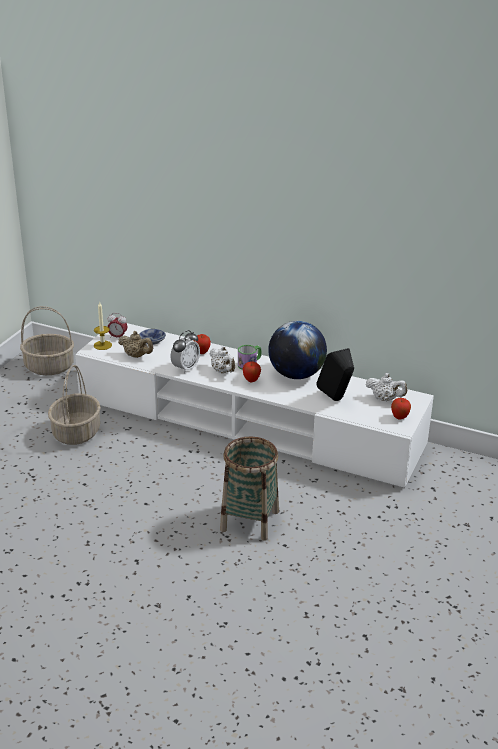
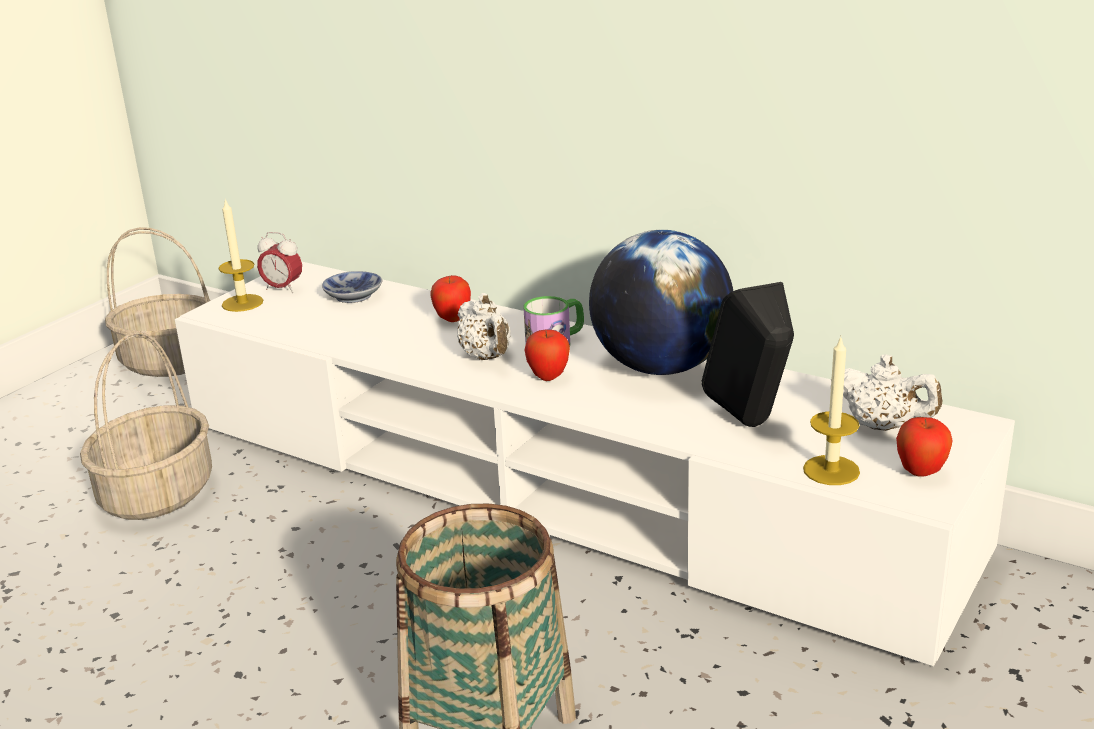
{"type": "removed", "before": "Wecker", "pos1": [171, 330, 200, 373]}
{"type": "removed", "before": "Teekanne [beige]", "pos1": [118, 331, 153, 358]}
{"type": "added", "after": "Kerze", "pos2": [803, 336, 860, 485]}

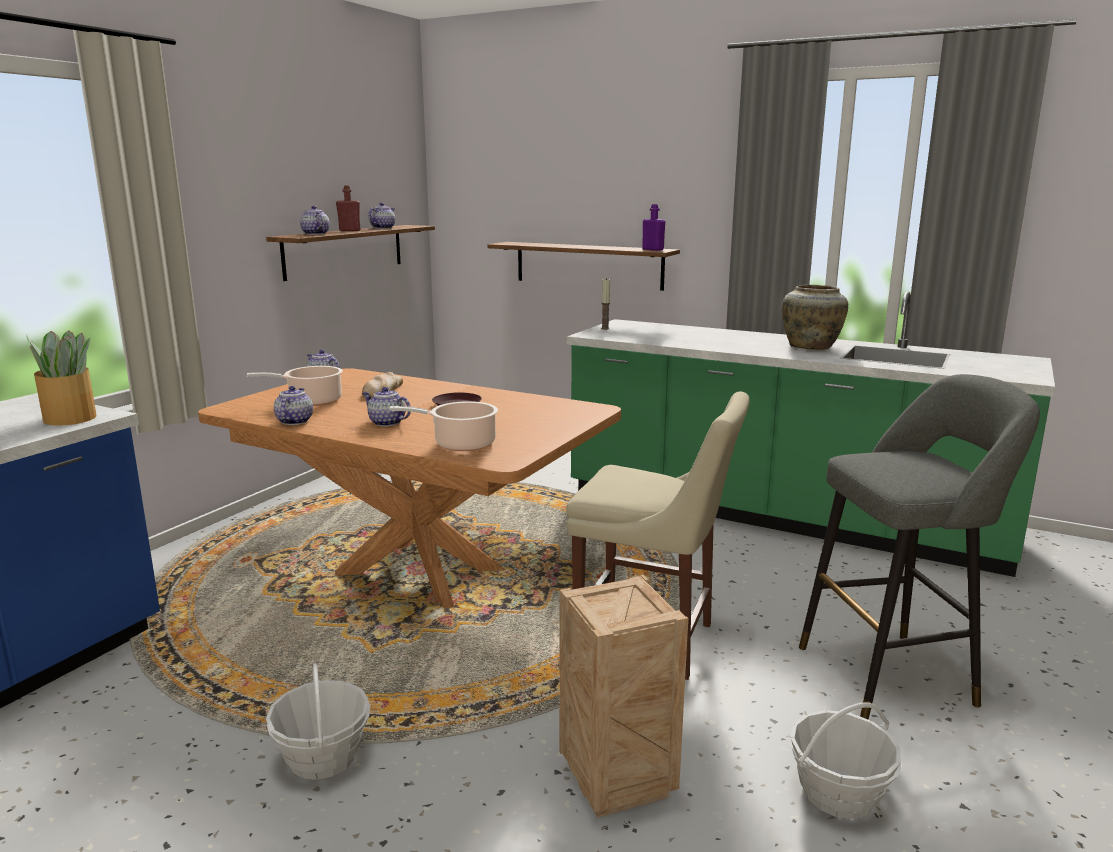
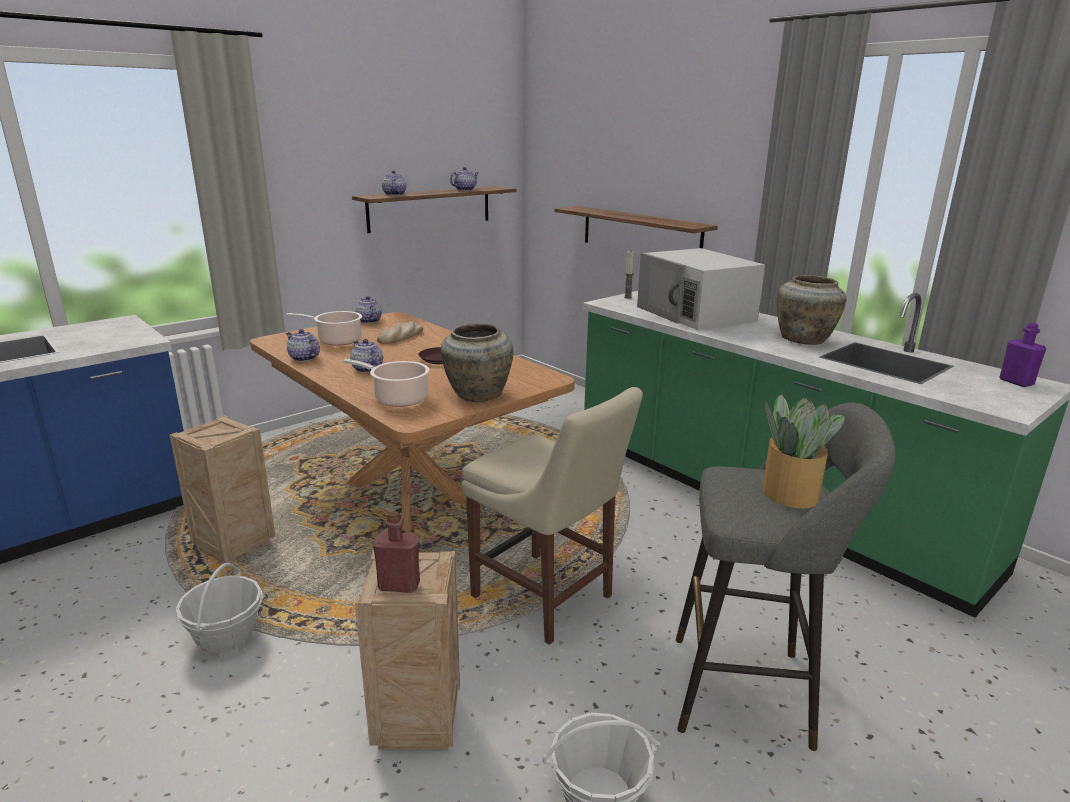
{"type": "moved", "before": "Flasche [rot]", "pos1": [336, 185, 360, 231], "pos2": [373, 511, 420, 593]}
{"type": "moved", "before": "Flasche [lila]", "pos1": [642, 204, 665, 251], "pos2": [999, 322, 1046, 387]}
{"type": "moved", "before": "Topfpflanze", "pos1": [26, 330, 97, 426], "pos2": [762, 394, 845, 509]}
{"type": "turned", "before": "Teekanne", "pos1": [274, 386, 313, 425], "pos2": [286, 329, 320, 362], "turn": -75}
{"type": "added", "after": "Mikrowelle [weiß]", "pos2": [637, 248, 765, 330]}
{"type": "added", "after": "Vase [beige]", "pos2": [441, 323, 513, 402]}
{"type": "added", "after": "Kiste", "pos2": [170, 415, 276, 563]}

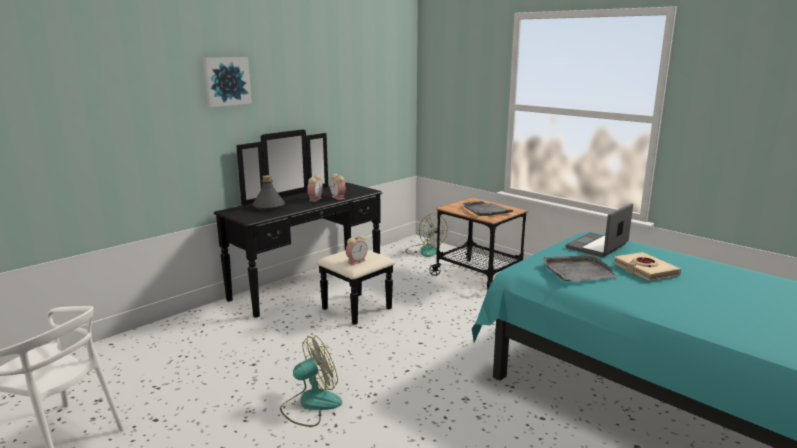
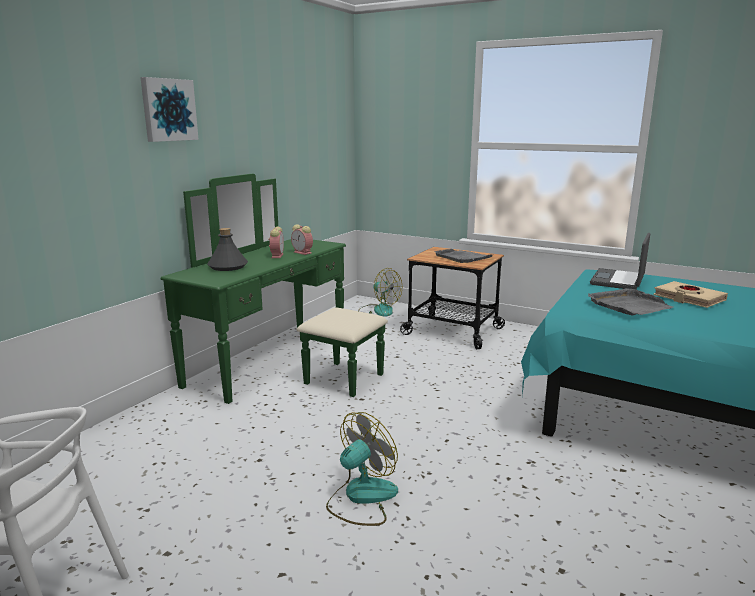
{"type": "recoloured", "before": "Kommode [schwarz]", "after": "Kommode [grün]", "pos1": [214, 129, 395, 325], "pos2": [161, 174, 388, 404]}
{"type": "removed", "before": "Wecker", "pos1": [346, 235, 368, 265]}

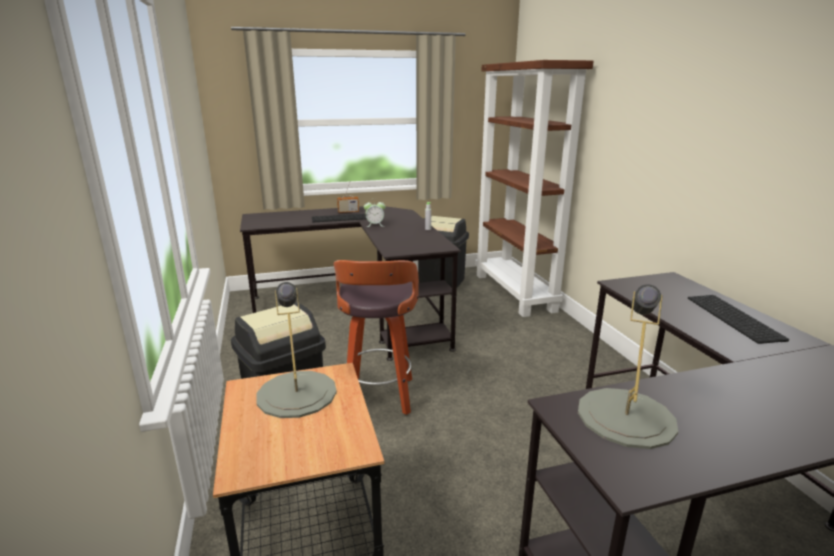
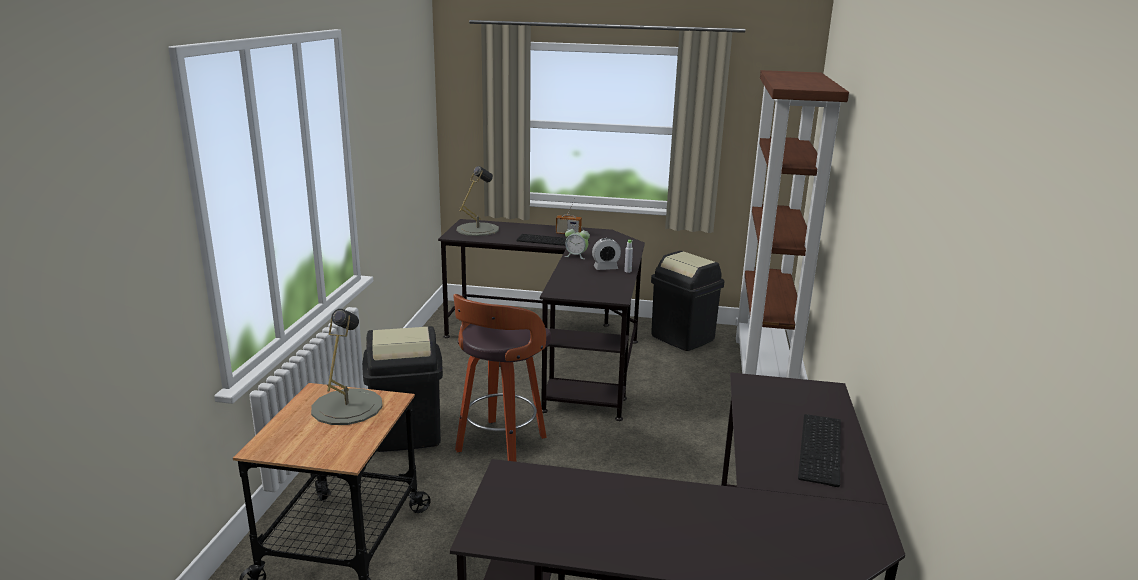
{"type": "moved", "before": "Tischlampe [grau]", "pos1": [578, 285, 678, 449], "pos2": [457, 166, 499, 236]}
{"type": "added", "after": "Wecker", "pos2": [592, 238, 621, 270]}

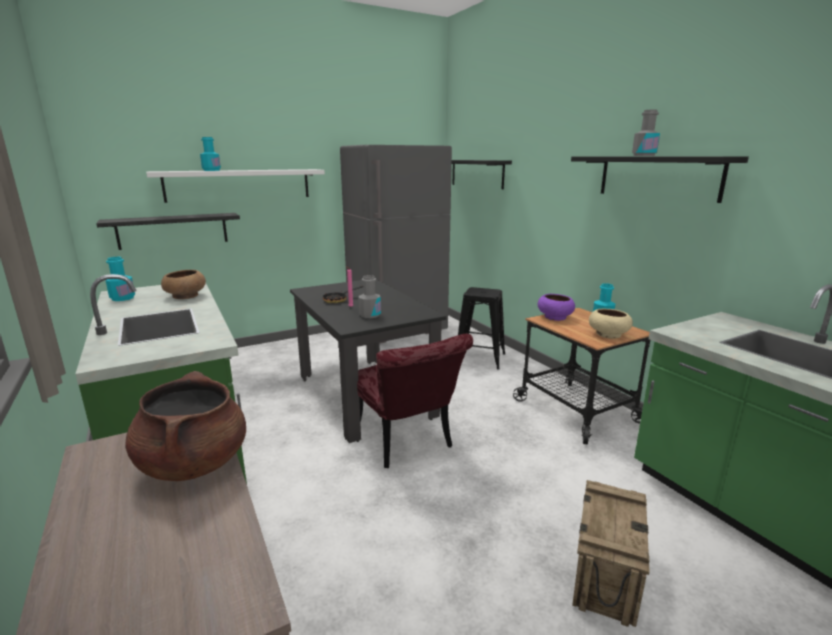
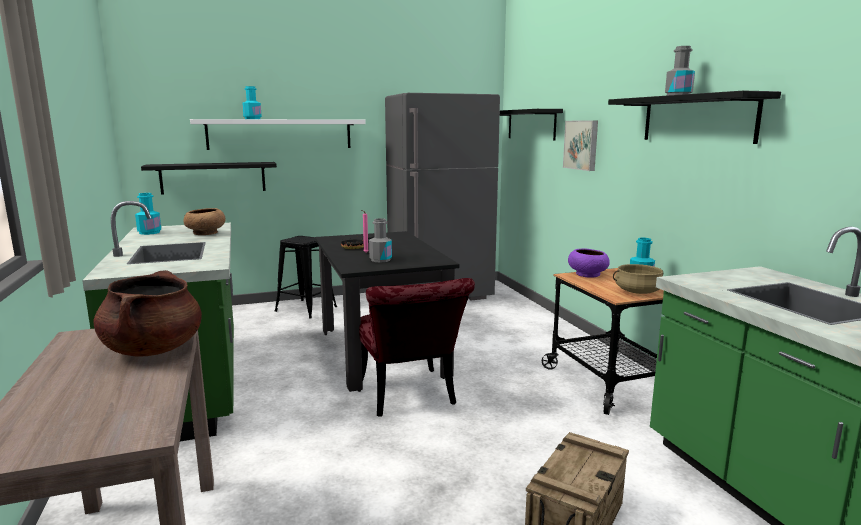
{"type": "moved", "before": "Hocker [schwarz]", "pos1": [458, 287, 505, 369], "pos2": [275, 236, 337, 319]}
{"type": "replaced", "before": "Schüssel [beige]", "after": "Kochtopf [beige]", "pos1": [589, 309, 633, 339], "pos2": [613, 264, 663, 294]}
{"type": "added", "after": "Bild", "pos2": [563, 120, 598, 171]}

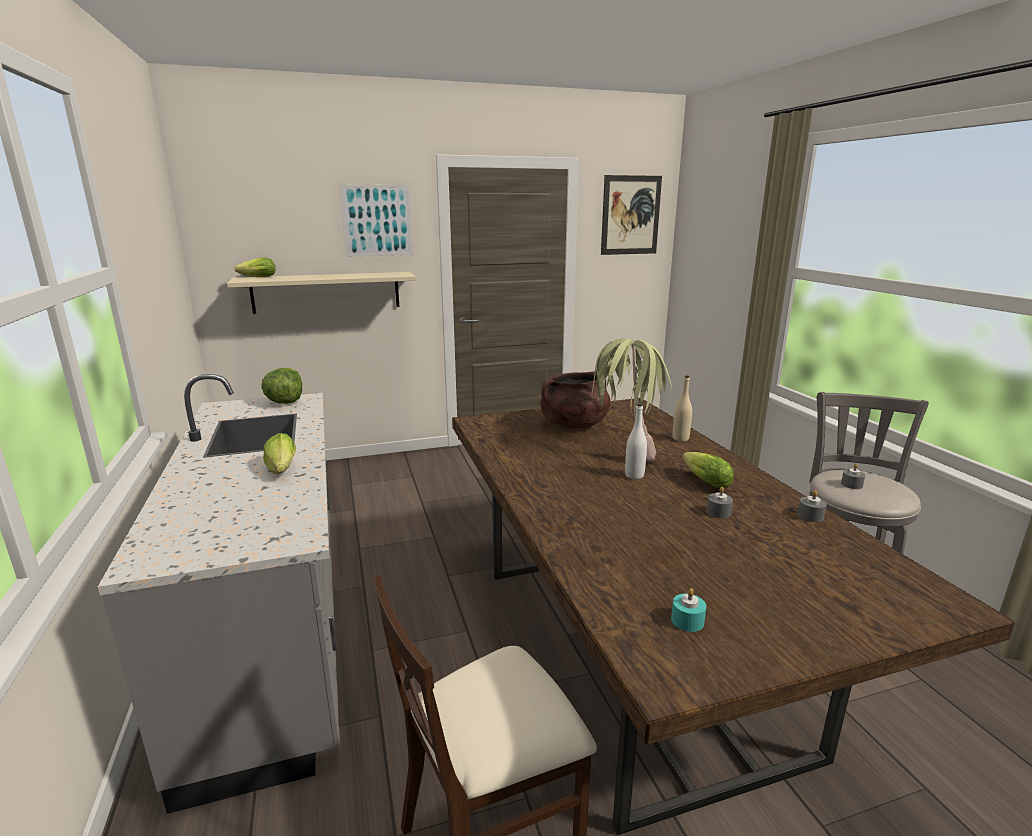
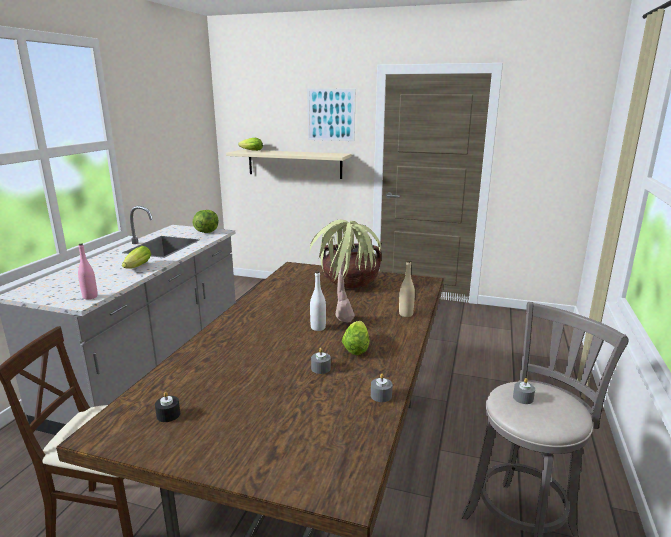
{"type": "removed", "before": "Bild", "pos1": [601, 175, 662, 255]}
{"type": "recoloured", "before": "Kerze [türkis]", "after": "Kerze [schwarz]", "pos1": [671, 588, 706, 632], "pos2": [155, 392, 180, 422]}
{"type": "added", "after": "Flasche [rosa]", "pos2": [78, 244, 98, 299]}

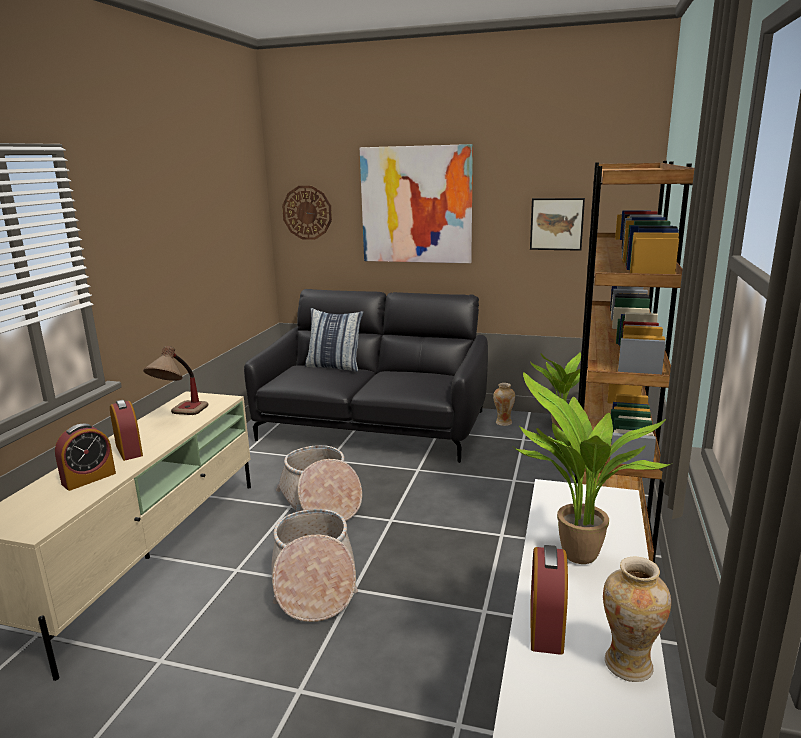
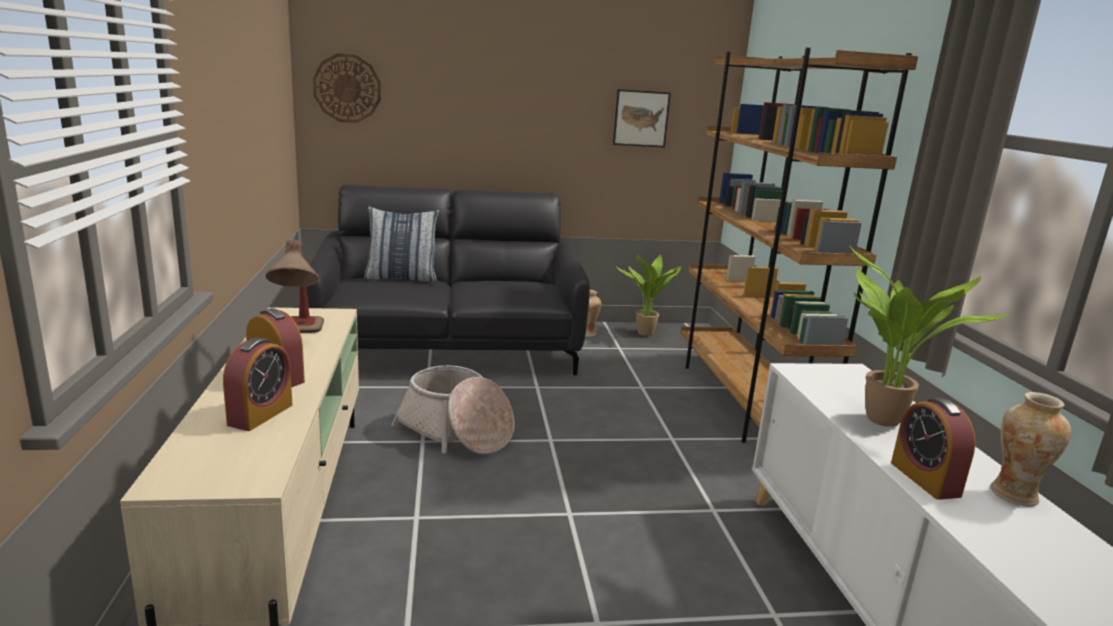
{"type": "removed", "before": "Bild", "pos1": [360, 144, 473, 263]}
{"type": "removed", "before": "Korb", "pos1": [271, 509, 358, 622]}

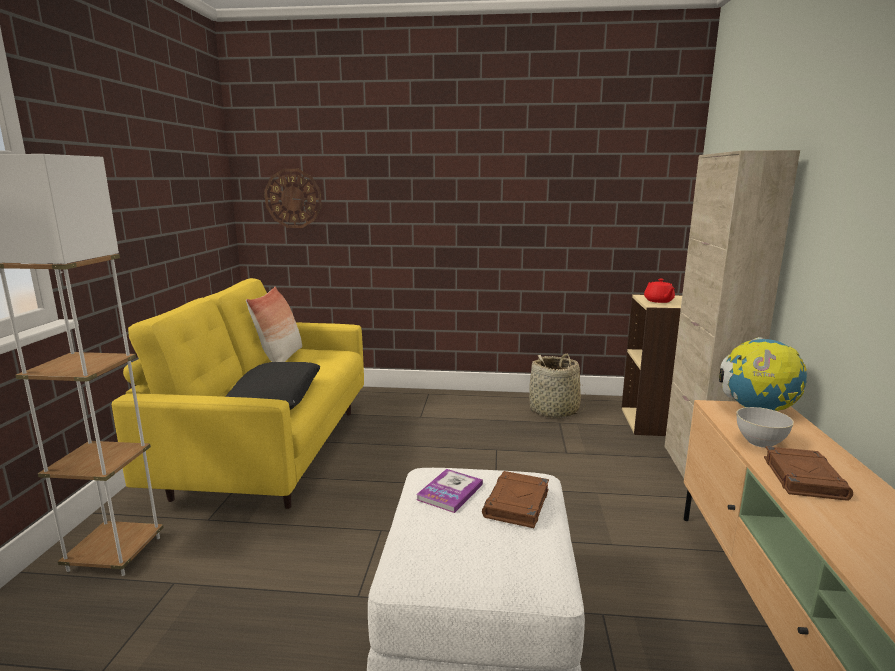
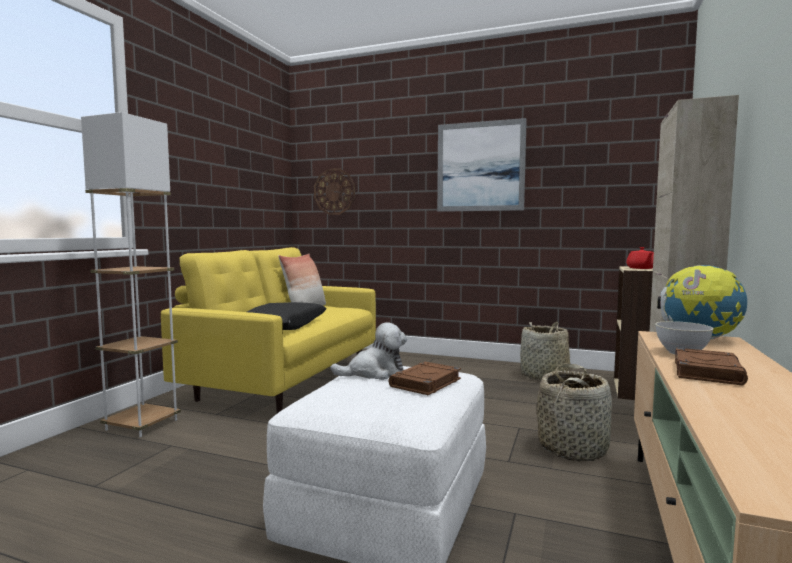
{"type": "replaced", "before": "Buch", "after": "Plüschtier", "pos1": [416, 469, 483, 513], "pos2": [330, 322, 407, 380]}
{"type": "added", "after": "Bild", "pos2": [437, 118, 527, 212]}
{"type": "added", "after": "Korb", "pos2": [537, 364, 612, 462]}

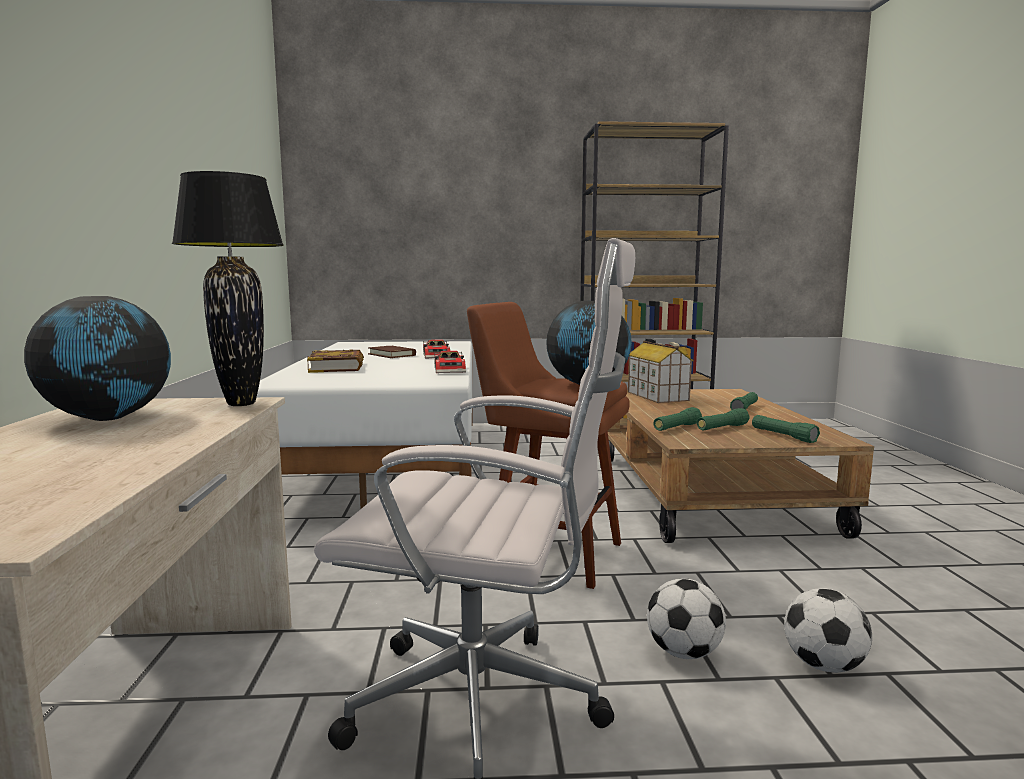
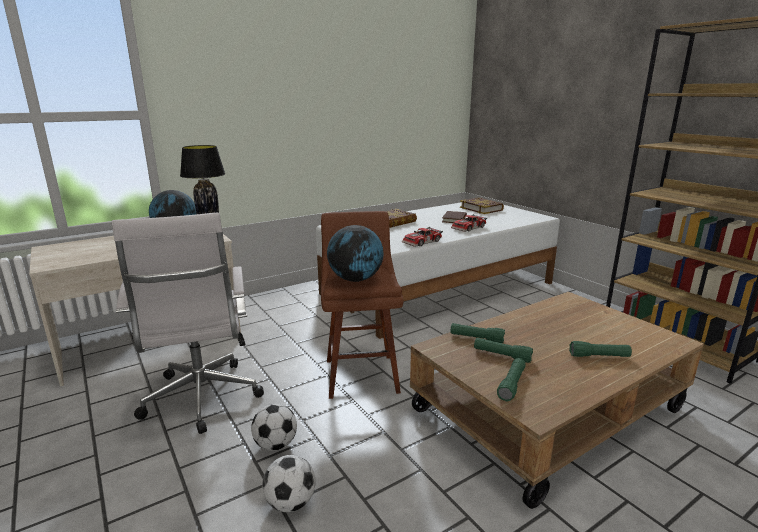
{"type": "removed", "before": "Spielzeughaus", "pos1": [628, 341, 694, 403]}
{"type": "added", "after": "Buch", "pos2": [460, 198, 504, 214]}

